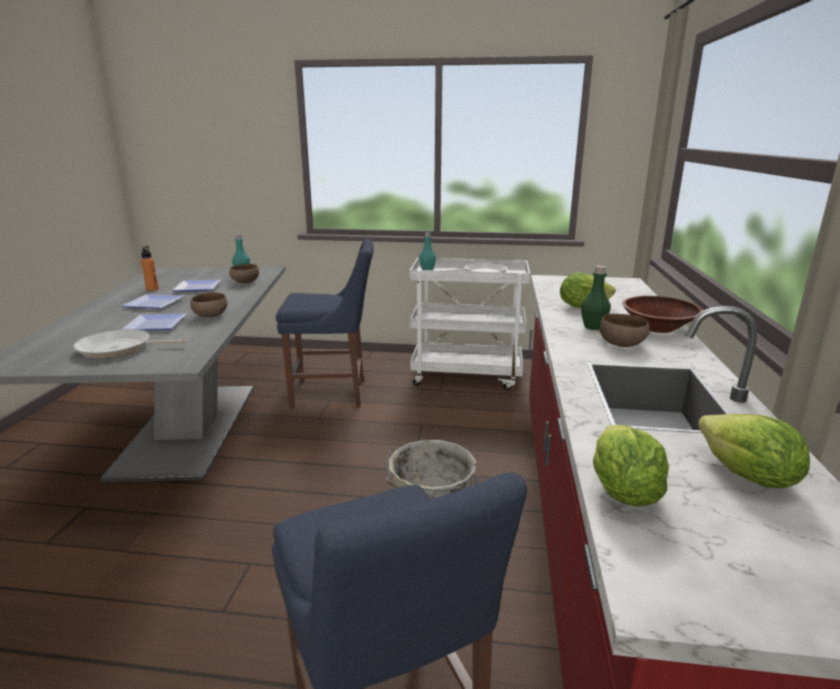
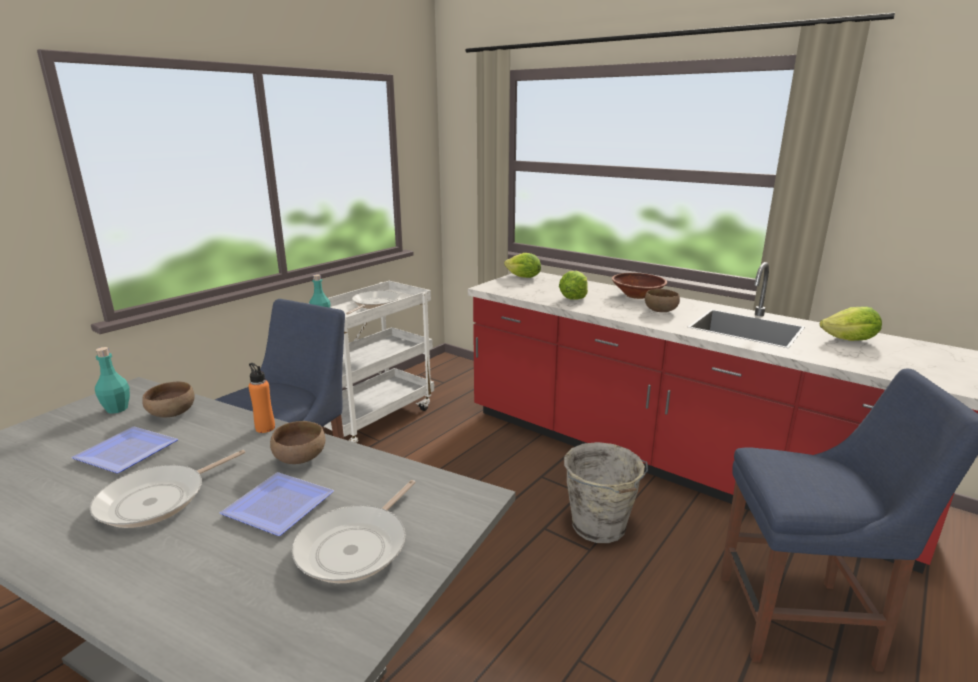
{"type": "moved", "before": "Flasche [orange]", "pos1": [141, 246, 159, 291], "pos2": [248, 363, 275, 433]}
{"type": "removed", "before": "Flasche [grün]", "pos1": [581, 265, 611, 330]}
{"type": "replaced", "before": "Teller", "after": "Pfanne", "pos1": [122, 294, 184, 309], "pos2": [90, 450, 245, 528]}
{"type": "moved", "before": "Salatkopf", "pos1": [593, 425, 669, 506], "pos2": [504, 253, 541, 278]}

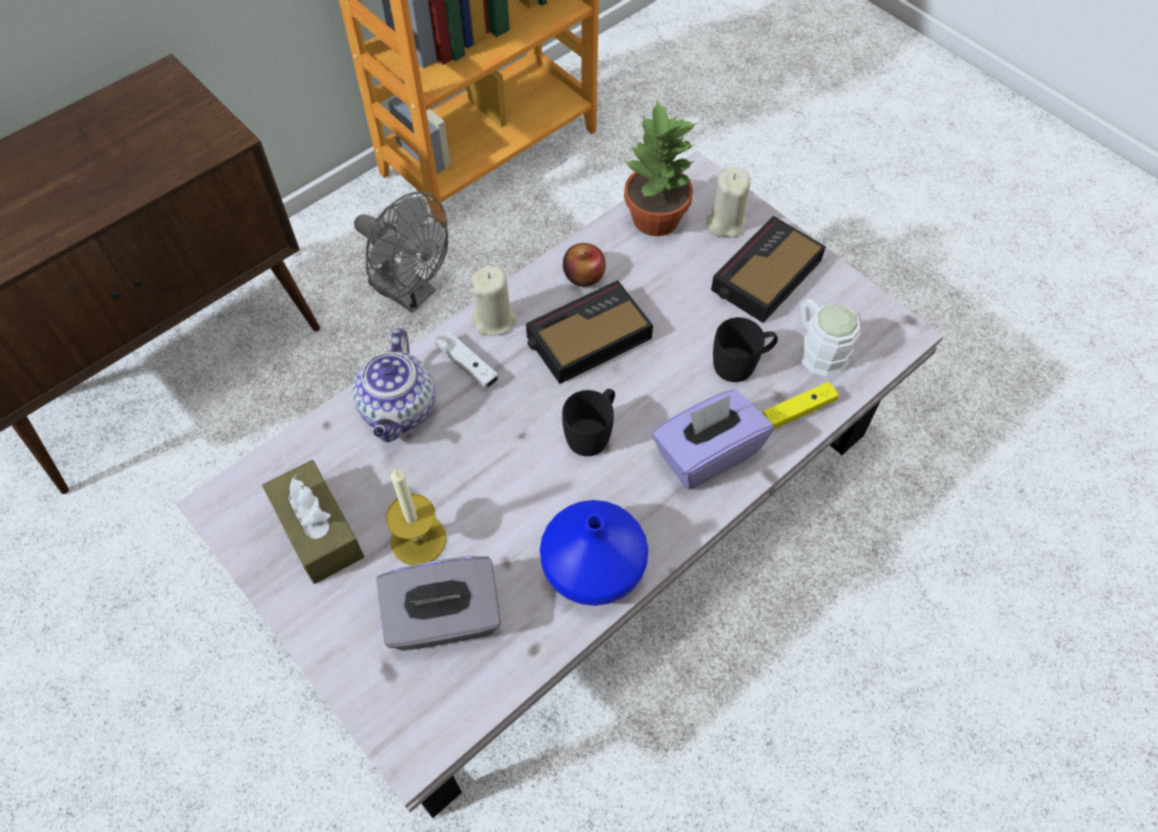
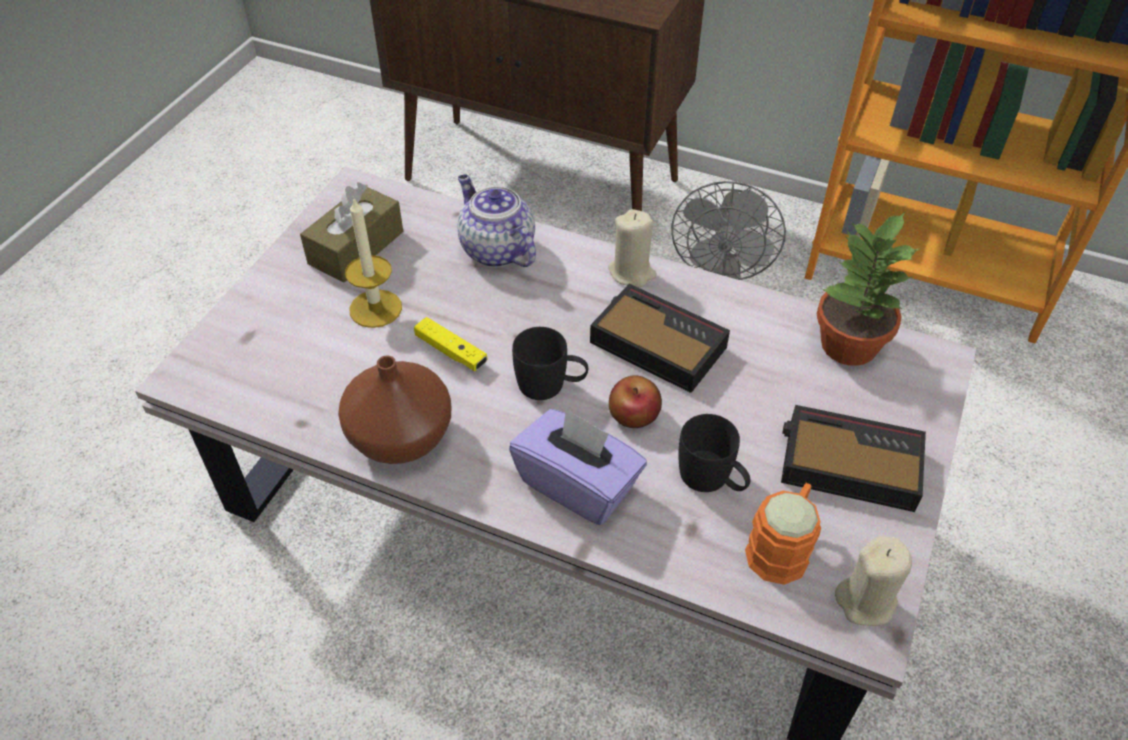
{"type": "moved", "before": "Kerze [beige]", "pos1": [706, 167, 750, 238], "pos2": [835, 536, 912, 626]}
{"type": "moved", "before": "Apfel", "pos1": [563, 243, 606, 287], "pos2": [609, 375, 662, 428]}
{"type": "recoloured", "before": "Henkelbecher [weiß]", "after": "Henkelbecher [orange]", "pos1": [800, 298, 860, 377], "pos2": [745, 483, 821, 585]}
{"type": "turned", "before": "Teekanne", "pos1": [352, 328, 436, 442], "pos2": [458, 174, 536, 268], "turn": 75}
{"type": "removed", "before": "Gamepad [weiß]", "pos1": [435, 330, 499, 389]}
{"type": "moved", "before": "Gamepad [gelb]", "pos1": [763, 382, 839, 429], "pos2": [414, 317, 488, 371]}
{"type": "recoloured", "before": "Vase [blau]", "after": "Vase [braun]", "pos1": [540, 500, 648, 606], "pos2": [338, 356, 451, 464]}
{"type": "removed", "before": "Taschentuchbox [grau]", "pos1": [376, 556, 501, 651]}

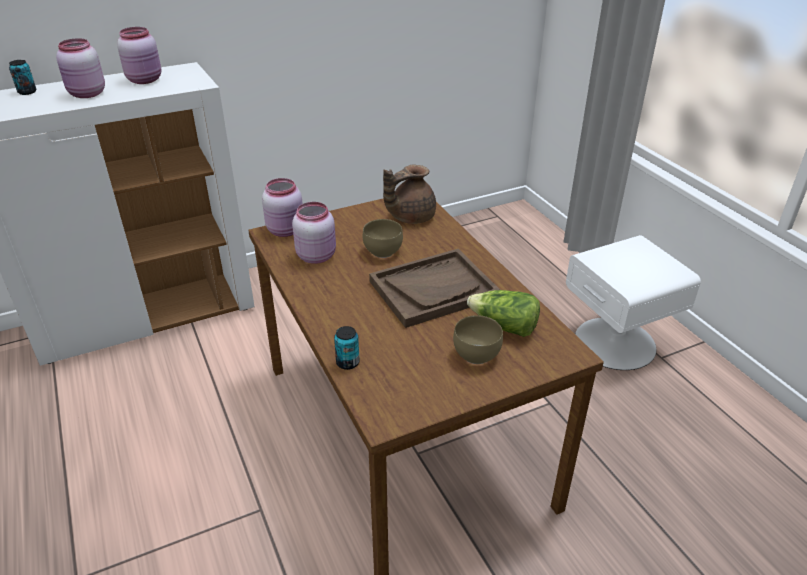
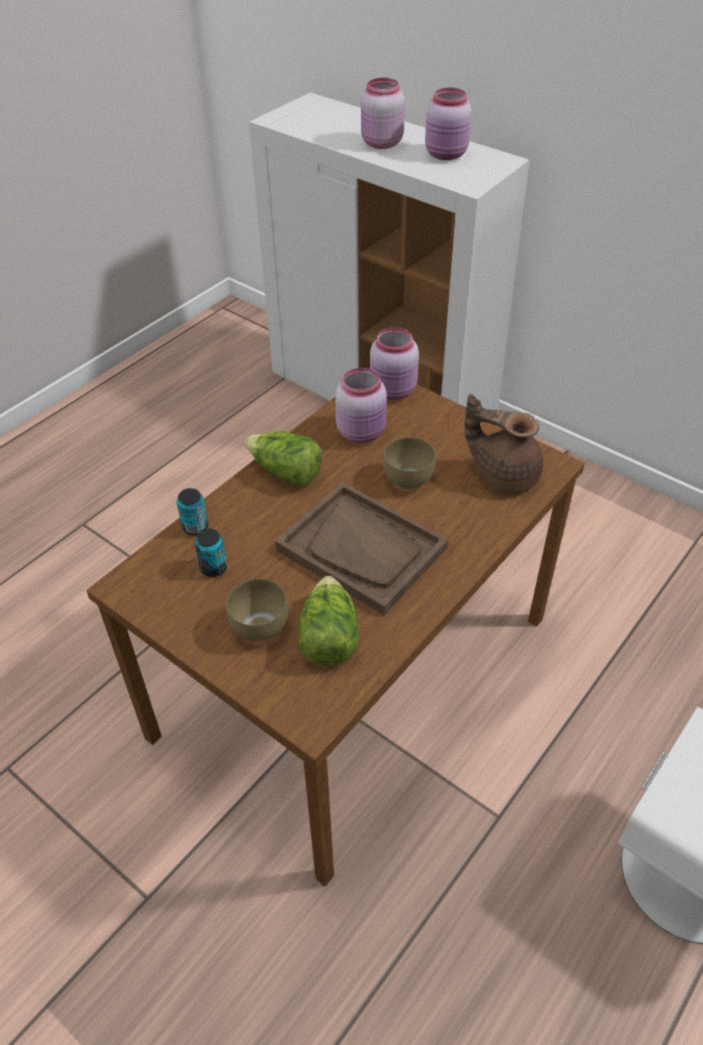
{"type": "moved", "before": "Dose", "pos1": [9, 60, 36, 95], "pos2": [195, 529, 227, 577]}
{"type": "added", "after": "Salatkopf", "pos2": [245, 431, 322, 486]}

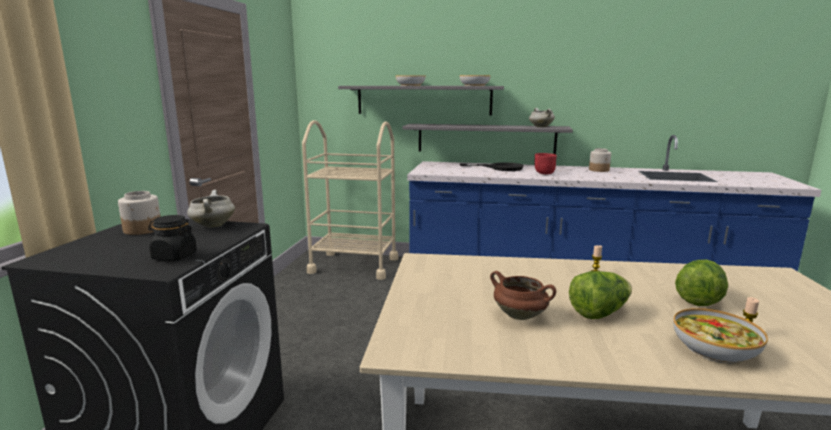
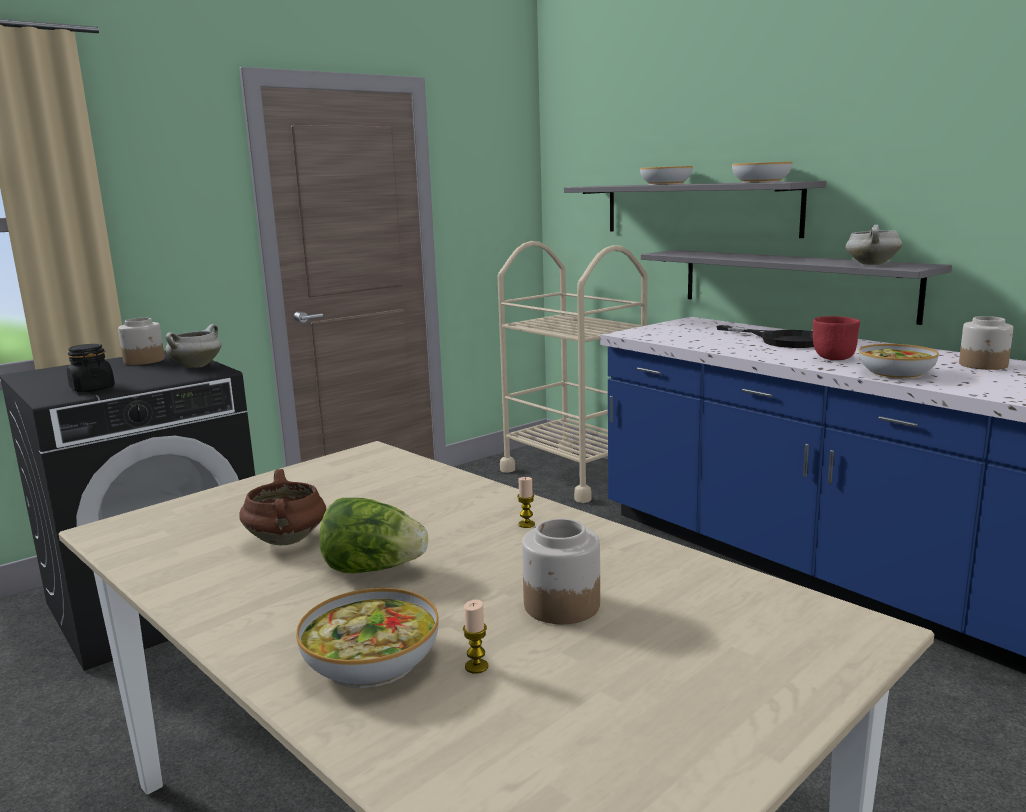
{"type": "replaced", "before": "Salatkopf", "after": "Vorratsglas", "pos1": [675, 259, 728, 306], "pos2": [522, 519, 600, 624]}
{"type": "added", "after": "Schüssel", "pos2": [859, 344, 939, 379]}

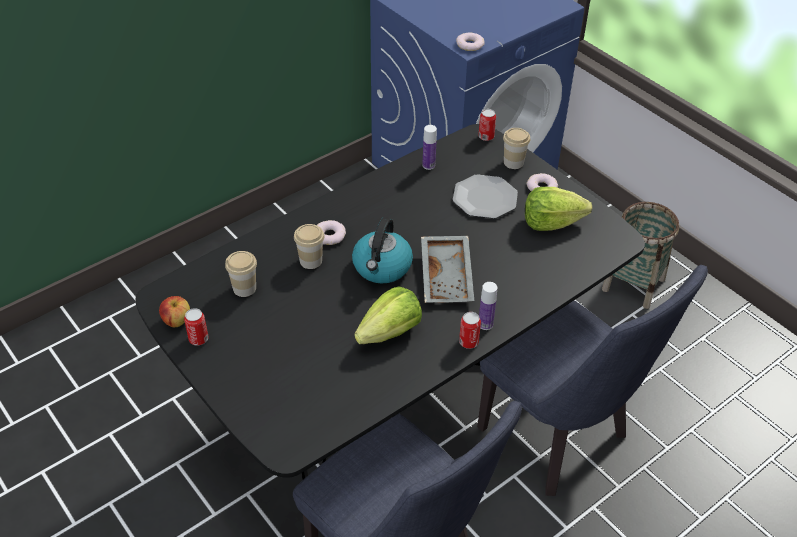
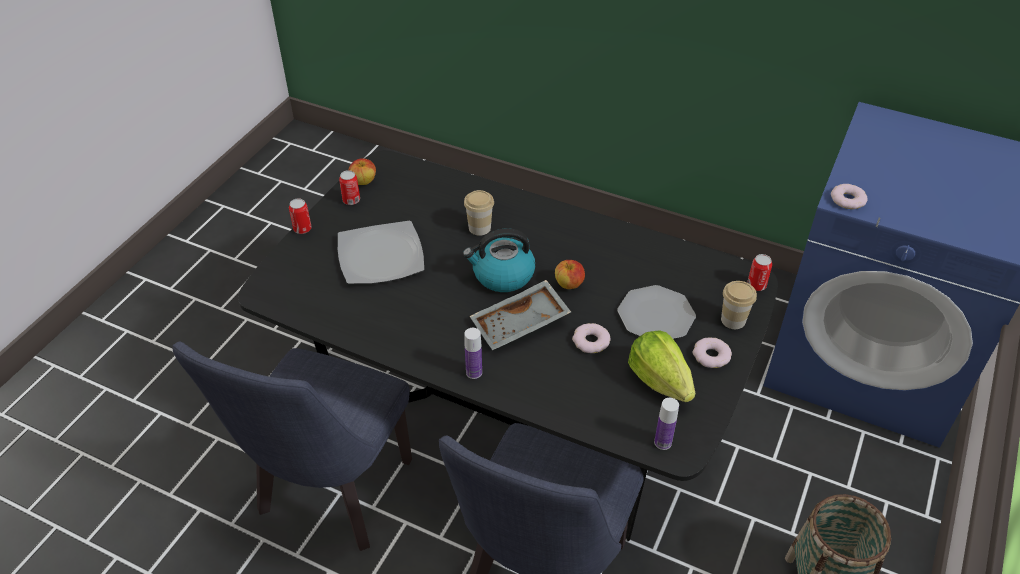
{"type": "moved", "before": "Flasche", "pos1": [422, 125, 437, 170], "pos2": [654, 398, 679, 450]}
{"type": "moved", "before": "Donut", "pos1": [317, 220, 346, 245], "pos2": [572, 323, 611, 353]}
{"type": "removed", "before": "Tasse", "pos1": [225, 251, 257, 297]}
{"type": "removed", "before": "Salatkopf", "pos1": [354, 286, 422, 344]}
{"type": "moved", "before": "Dose", "pos1": [459, 312, 481, 349], "pos2": [289, 198, 312, 234]}
{"type": "added", "after": "Teller", "pos2": [338, 221, 425, 284]}
{"type": "added", "after": "Apfel", "pos2": [555, 260, 585, 289]}

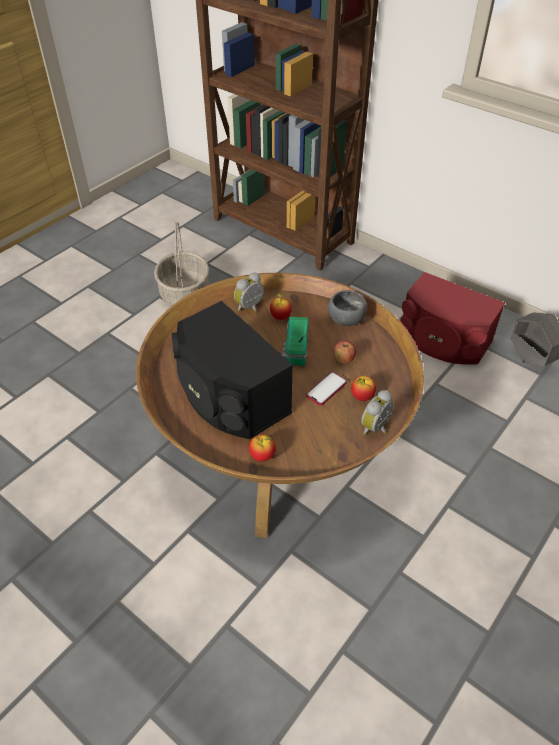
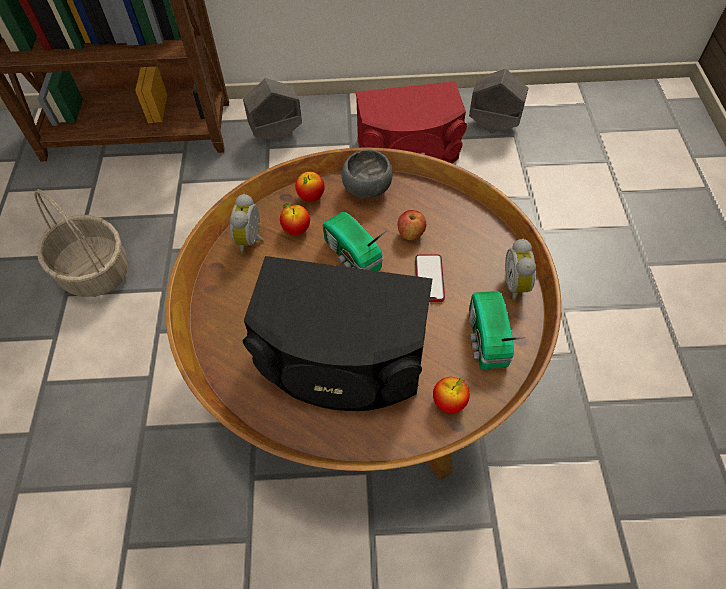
{"type": "moved", "before": "Apfel", "pos1": [351, 376, 376, 401], "pos2": [296, 172, 325, 202]}
{"type": "added", "after": "Pflanzkübel [grau]", "pos2": [243, 78, 302, 142]}
{"type": "added", "after": "Radio", "pos2": [469, 291, 525, 369]}

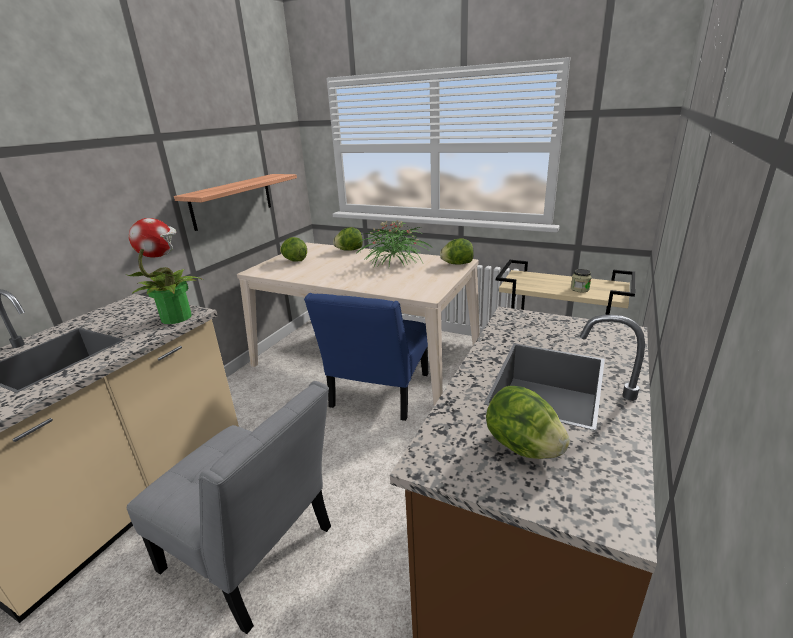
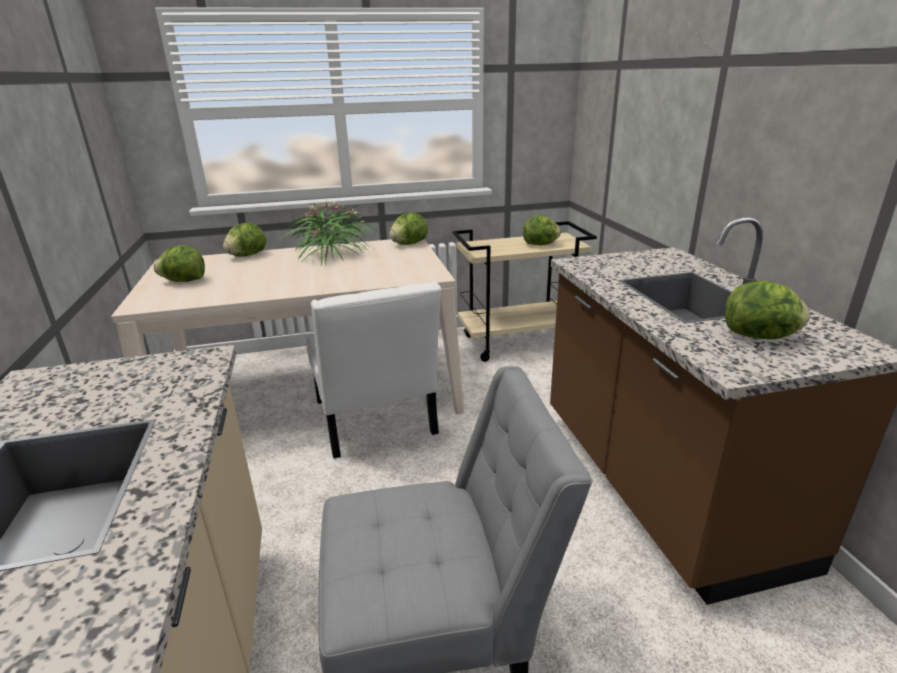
{"type": "removed", "before": "Wandregal", "pos1": [174, 174, 297, 231]}
{"type": "removed", "before": "Topfpflanze", "pos1": [127, 218, 204, 324]}
{"type": "replaced", "before": "Vorratsglas", "after": "Salatkopf", "pos1": [571, 269, 591, 292], "pos2": [523, 215, 561, 245]}
{"type": "recoloured", "before": "Stuhl [blau]", "after": "Stuhl [weiß]", "pos1": [304, 293, 429, 421], "pos2": [306, 282, 441, 458]}

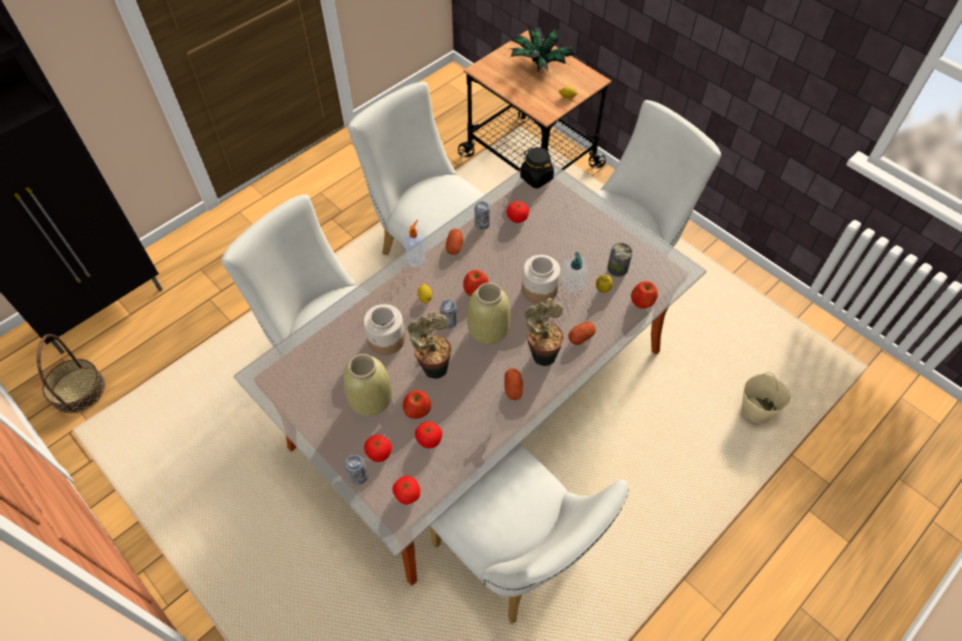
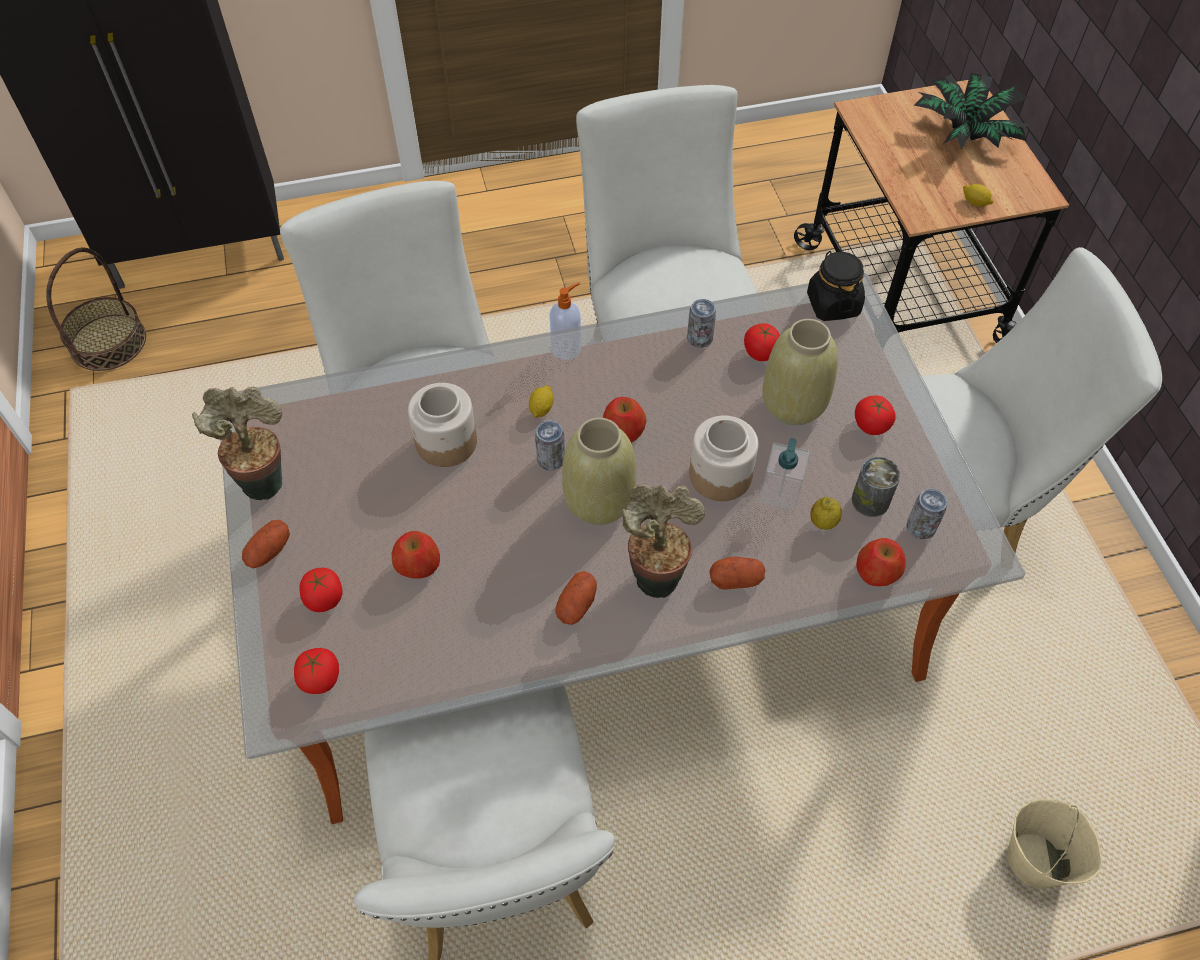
{"type": "moved", "before": "Kartoffel", "pos1": [446, 229, 463, 255], "pos2": [242, 520, 290, 569]}
{"type": "moved", "before": "Topfpflanze", "pos1": [407, 311, 451, 379], "pos2": [192, 387, 282, 500]}
{"type": "moved", "before": "Vase [beige]", "pos1": [343, 354, 392, 416], "pos2": [763, 319, 838, 425]}
{"type": "moved", "before": "Tomate", "pos1": [415, 421, 442, 448], "pos2": [855, 396, 896, 435]}
{"type": "moved", "before": "Dose", "pos1": [345, 455, 368, 485], "pos2": [906, 489, 947, 539]}

